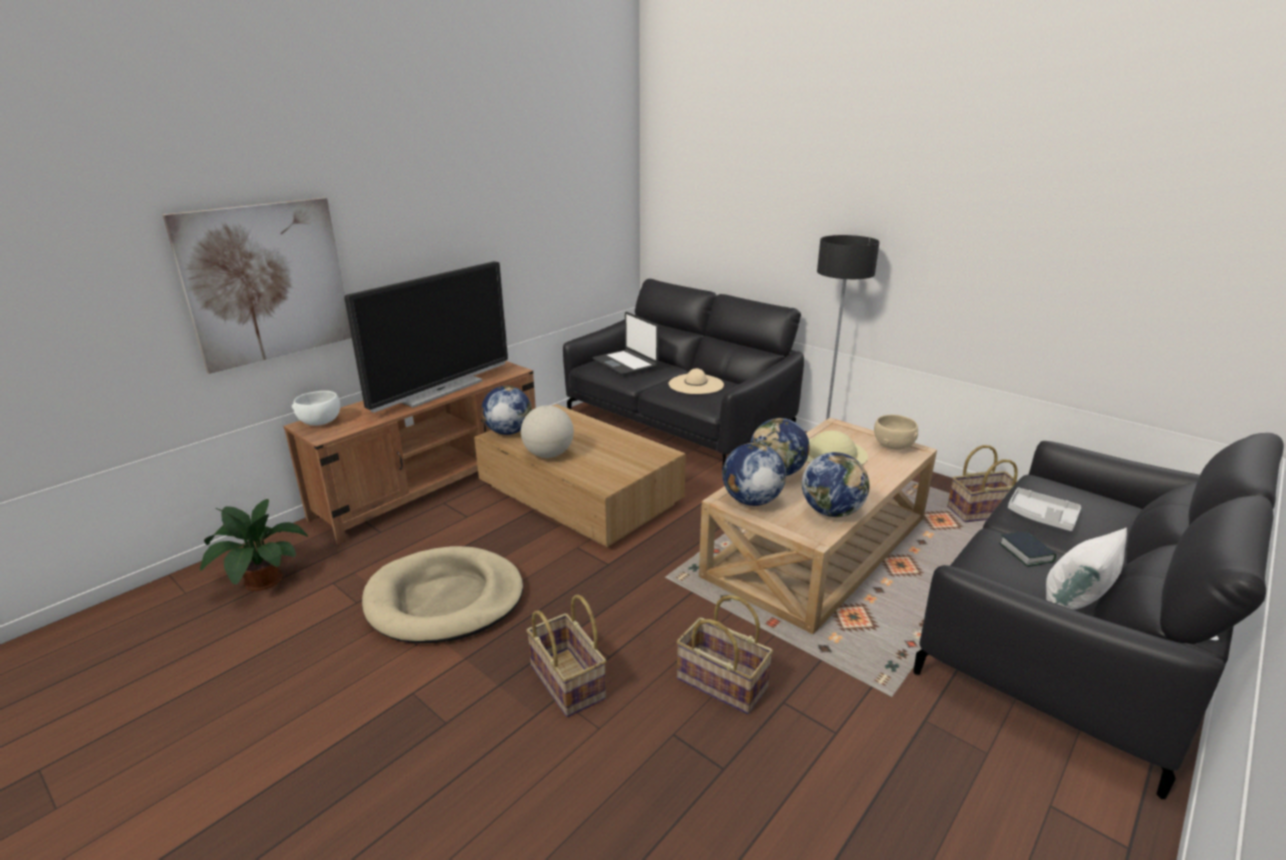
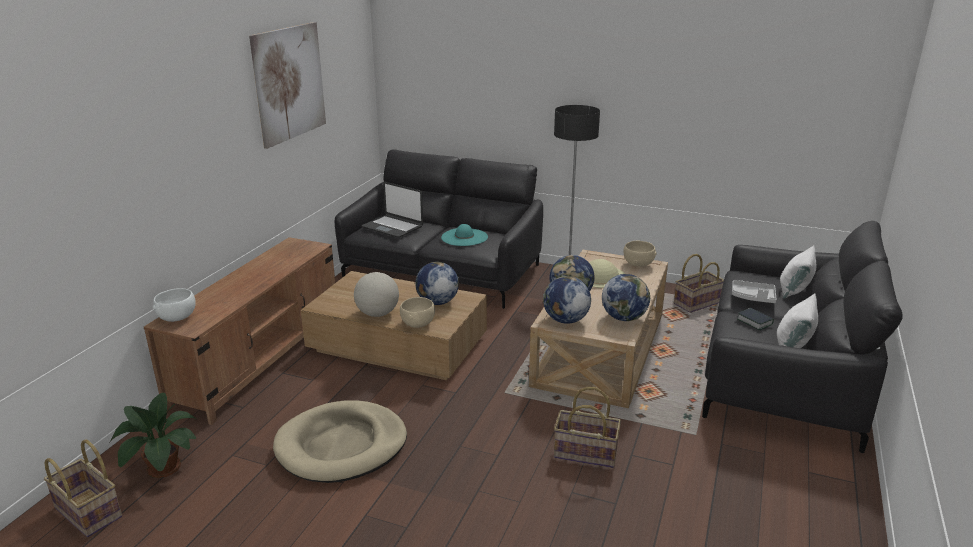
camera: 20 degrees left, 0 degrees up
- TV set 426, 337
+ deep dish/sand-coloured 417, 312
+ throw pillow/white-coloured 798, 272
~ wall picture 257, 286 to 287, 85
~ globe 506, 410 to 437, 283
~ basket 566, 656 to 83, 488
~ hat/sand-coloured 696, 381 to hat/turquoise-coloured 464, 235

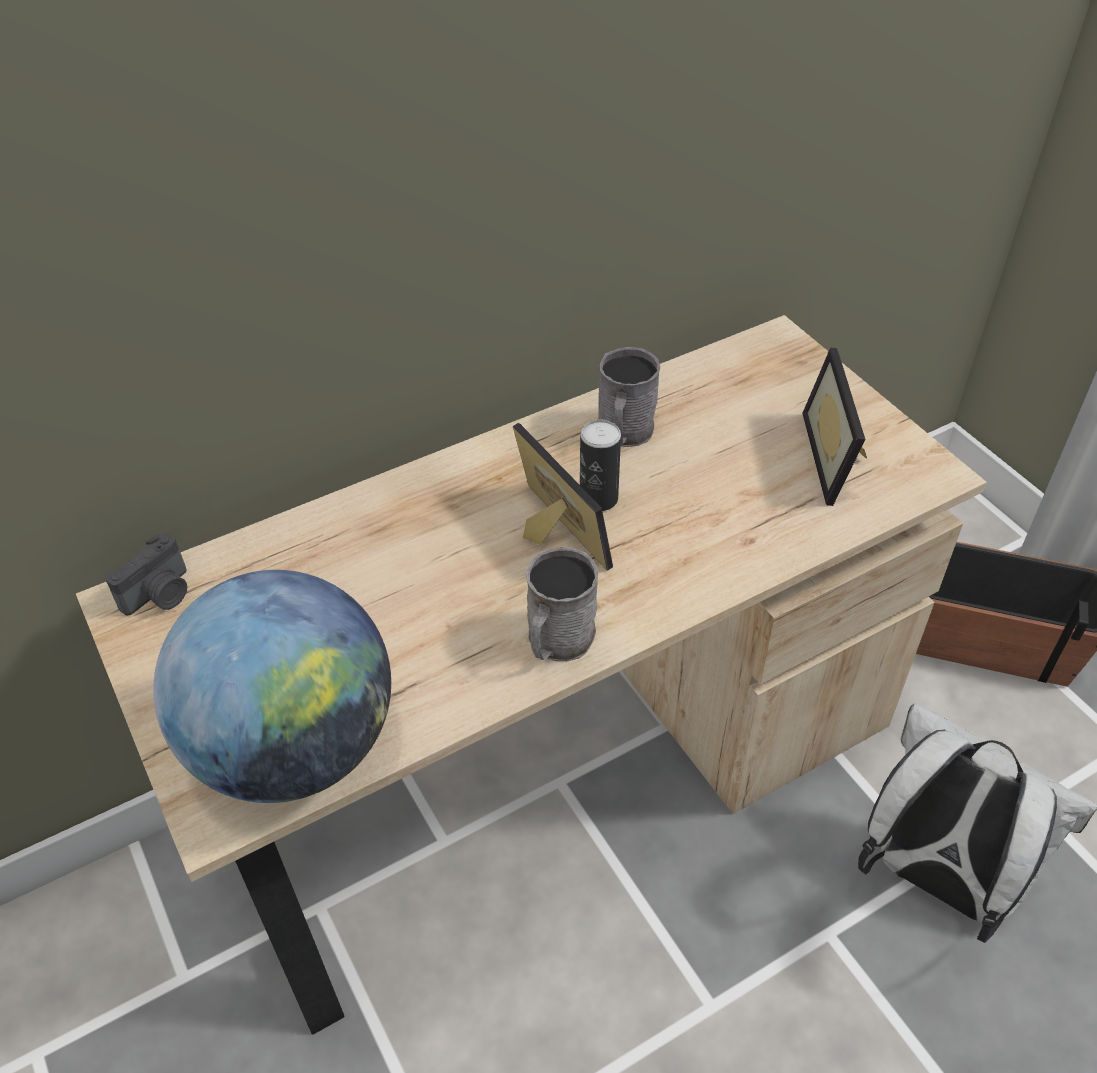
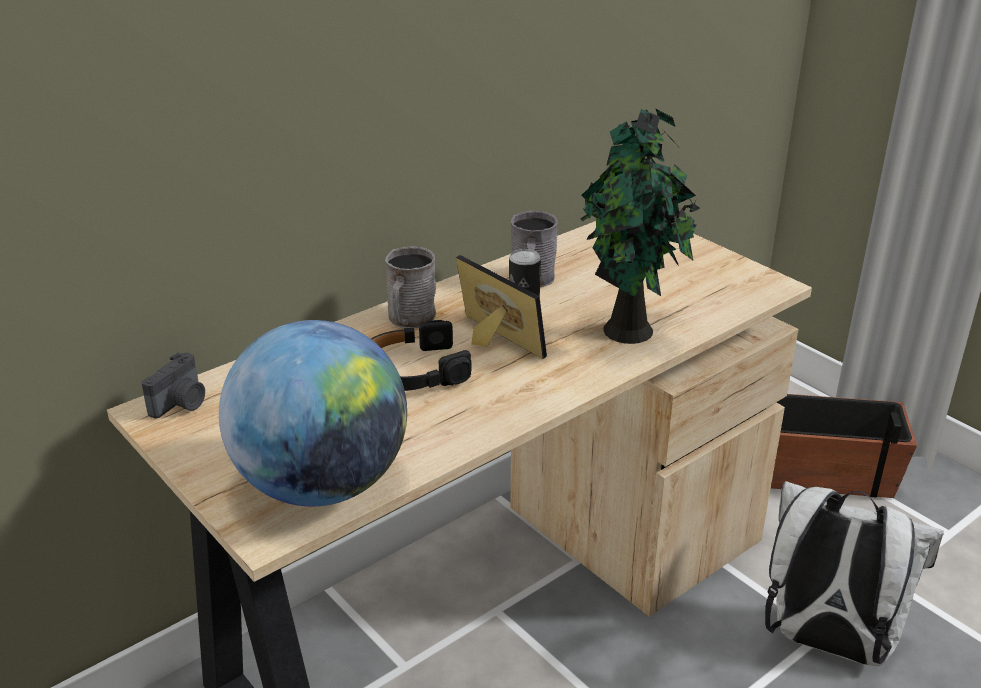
camera: 10 degrees left, 15 degrees down
- photo frame 834, 426
+ pair of headphones/black 421, 355
+ plant in a pot 640, 226
~ tea mug/grey 562, 604 to 410, 287

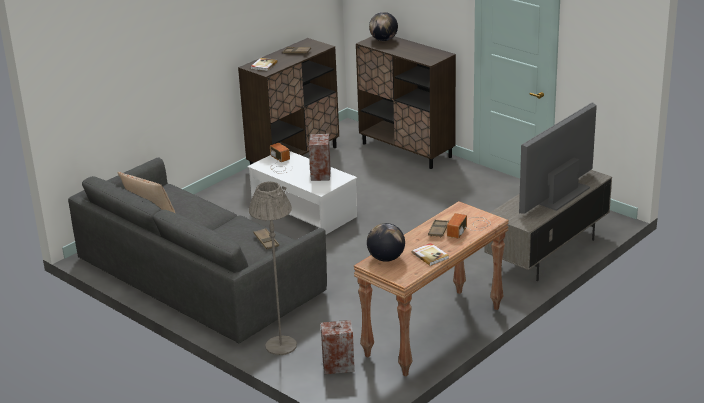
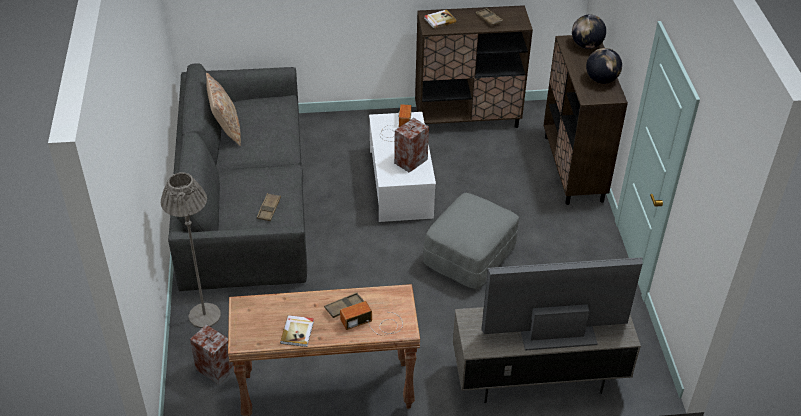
camera: 40 degrees right, 15 degrees up
+ pouffe/grey 471, 241
~ globe 386, 242 to 604, 66

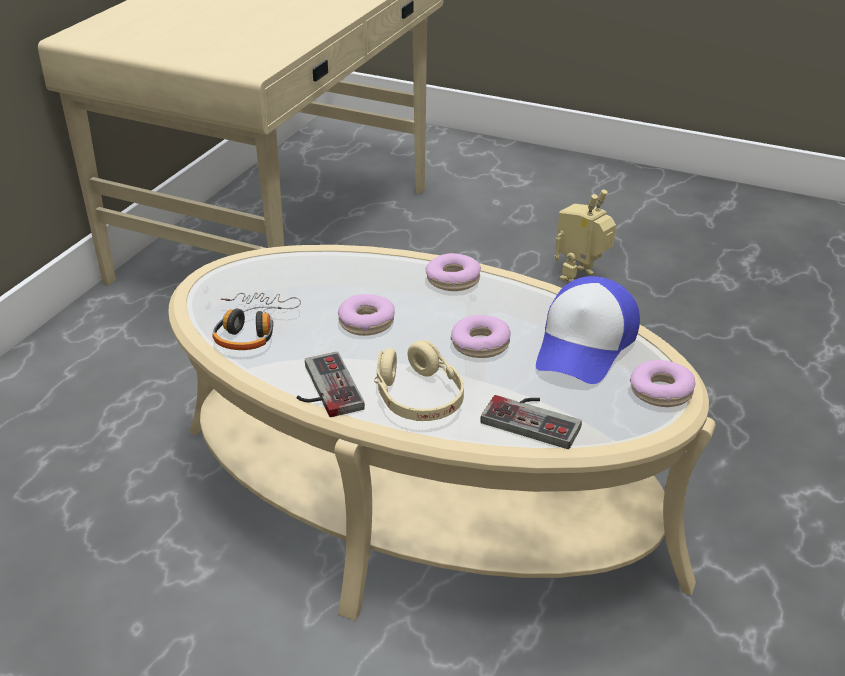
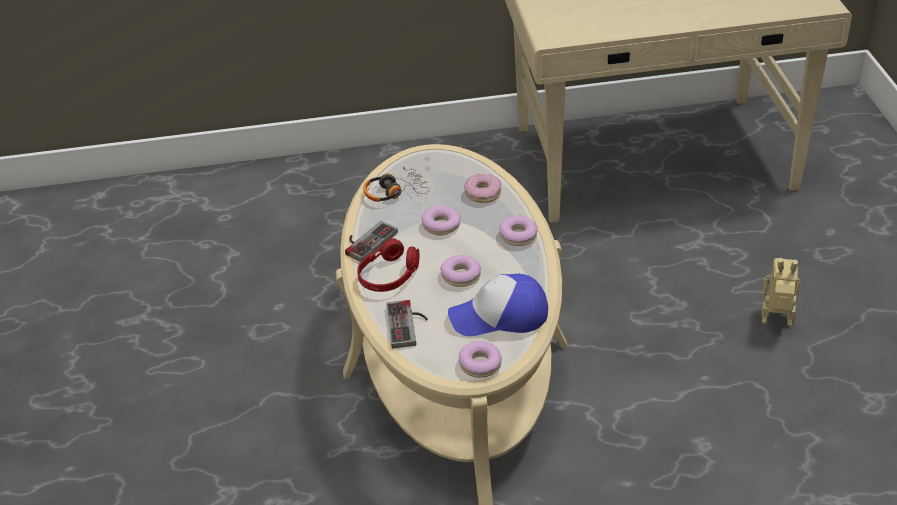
camera: 60 degrees right, 5 degrees up
+ donut 482, 188
~ pair of headphones/sand-coloured 419, 380 to pair of headphones/red 388, 265

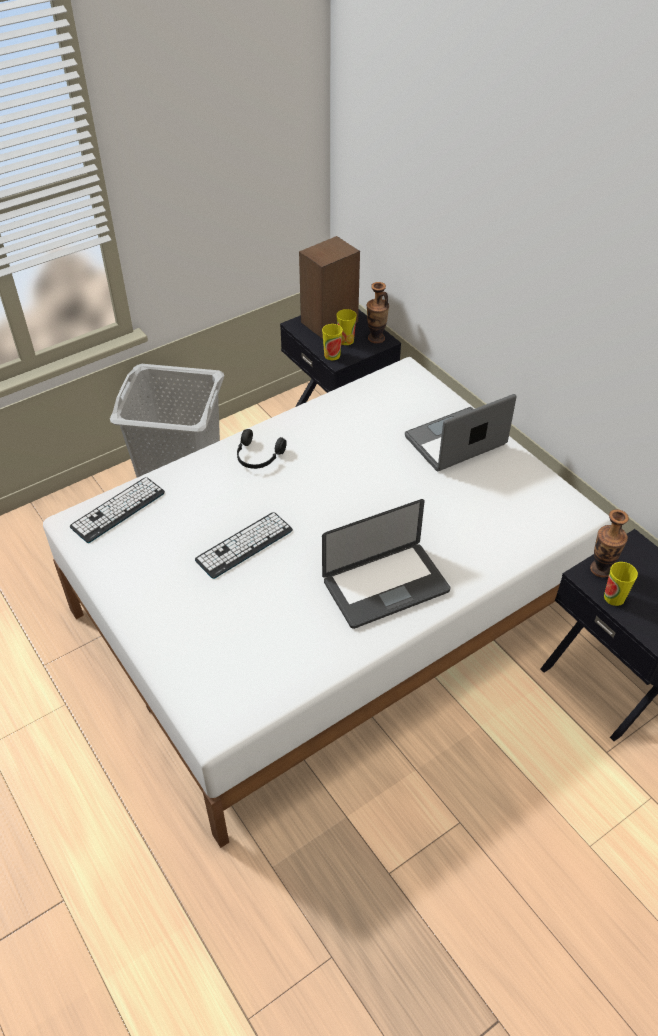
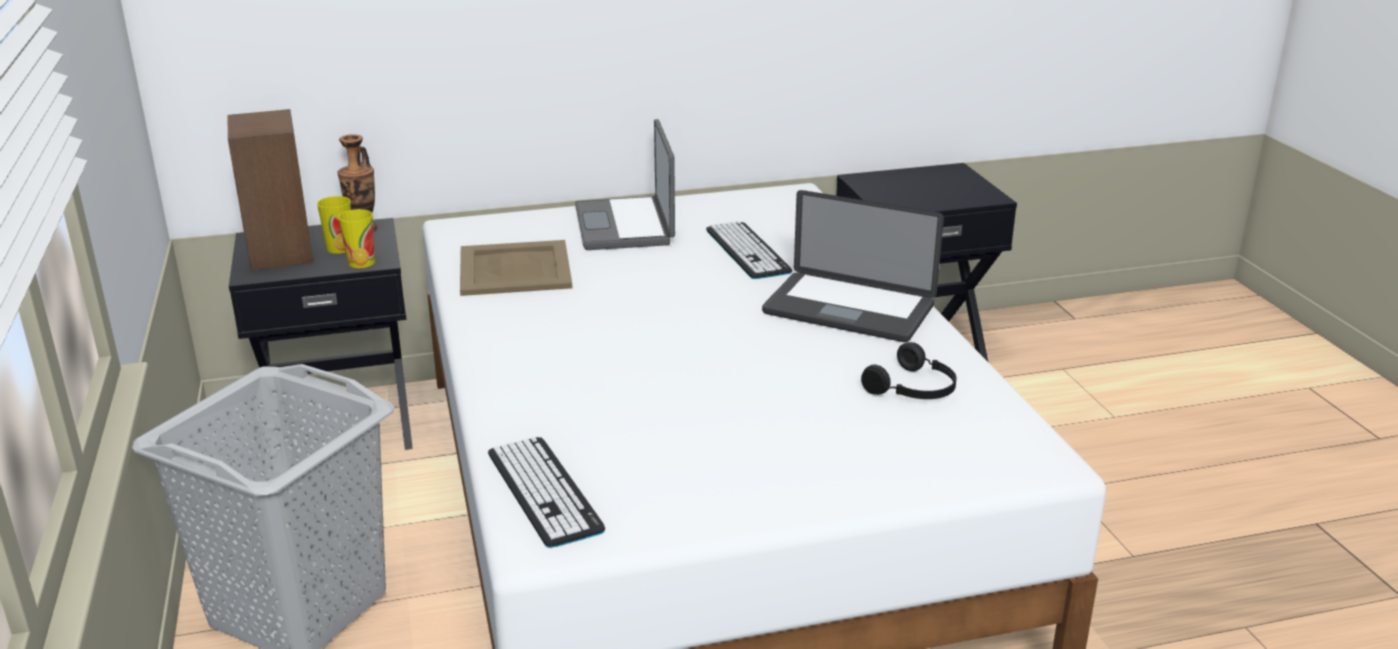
camera: 70 degrees left, 20 degrees down
- flower vase 609, 543
- cup 621, 584
+ carrying tray/sand-coloured 516, 268
~ computer keyboard 244, 545 to 749, 250
~ pair of headphones/black 262, 449 to 908, 370
~ notebook computer 386, 564 = 853, 266 120 degrees clockwise

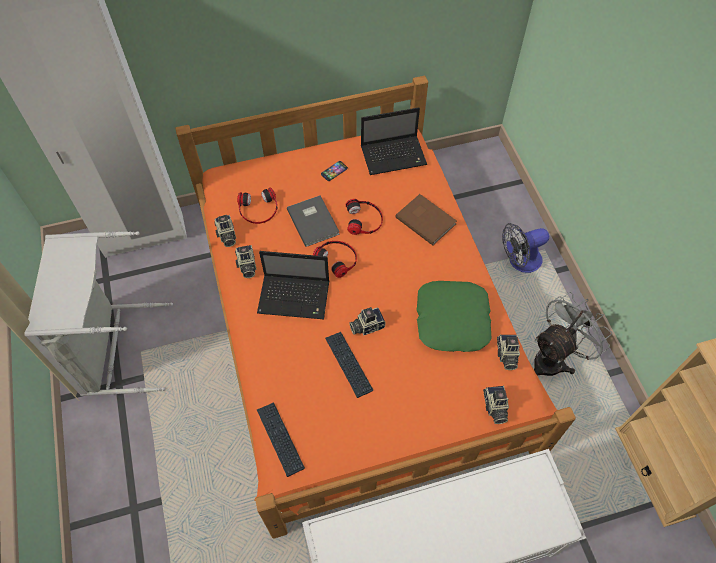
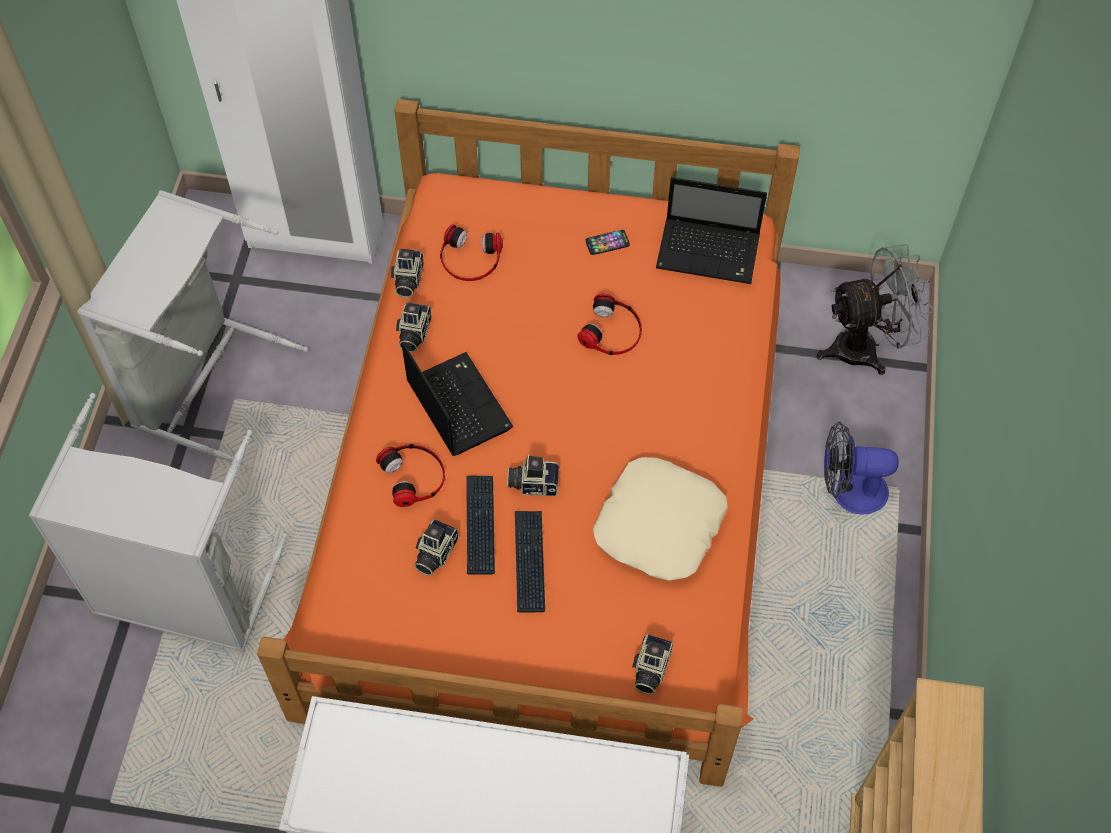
camera: 25 degrees right, 0 degrees up
- volume/grey 313, 221
- volume/brownish 426, 220
+ washing basket/grey 158, 522
~ computer keyboard 281, 439 to 530, 561
~ pair of headphones 335, 259 to 410, 475
~ still camera 508, 352 to 436, 547
~ electric fan/grey 573, 334 to 875, 309
~ throw pillow/green 454, 316 to throw pillow/sand-coloured 660, 519
~ notebook computer 293, 285 = 457, 399 150 degrees counterclockwise

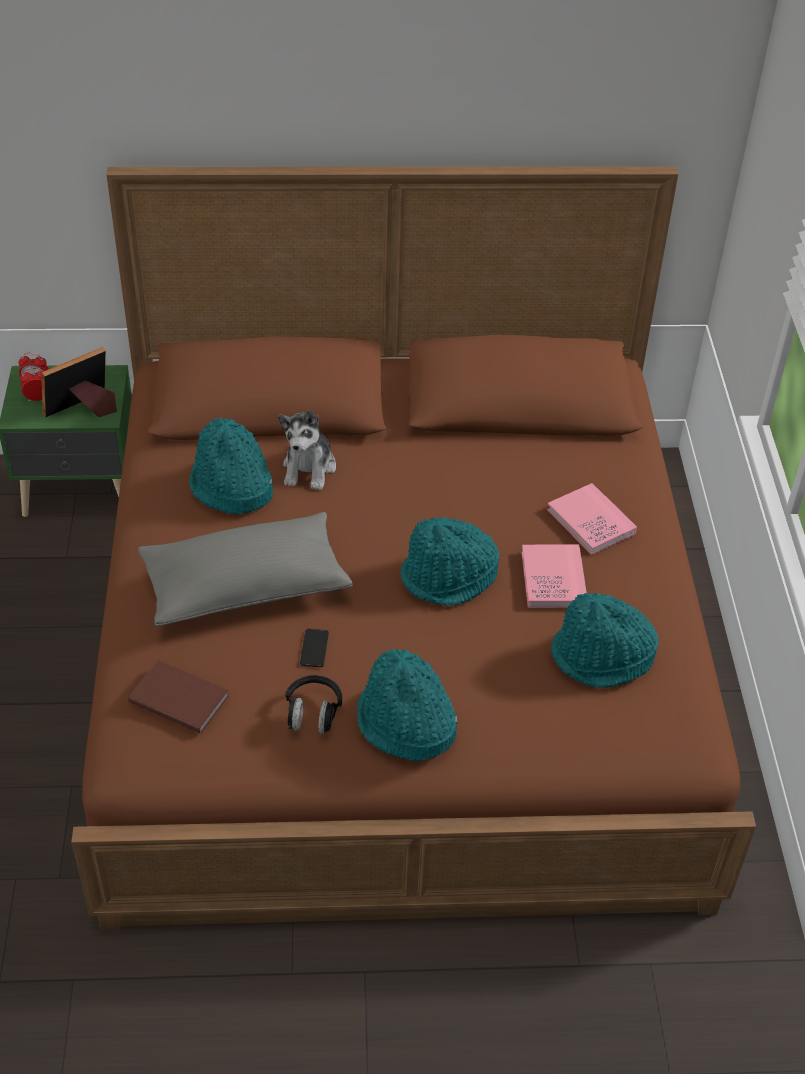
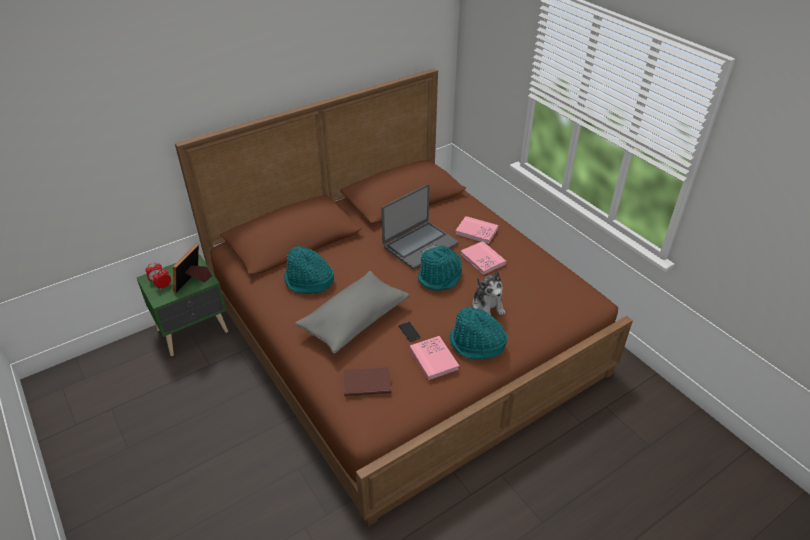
camera: 30 degrees left, 5 degrees down
- hat/turquoise-coloured 605, 640
+ notebook computer 419, 226
~ cuddly toy 307, 450 to 488, 294
~ pair of headphones/black 314, 704 to volume/pinkish 434, 358

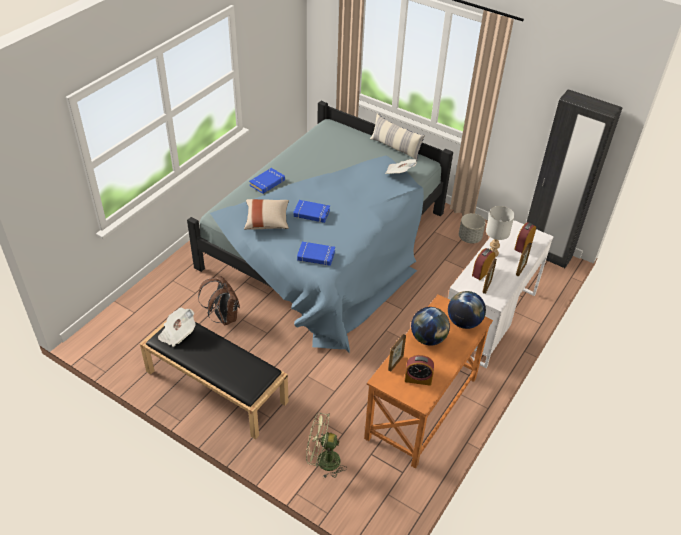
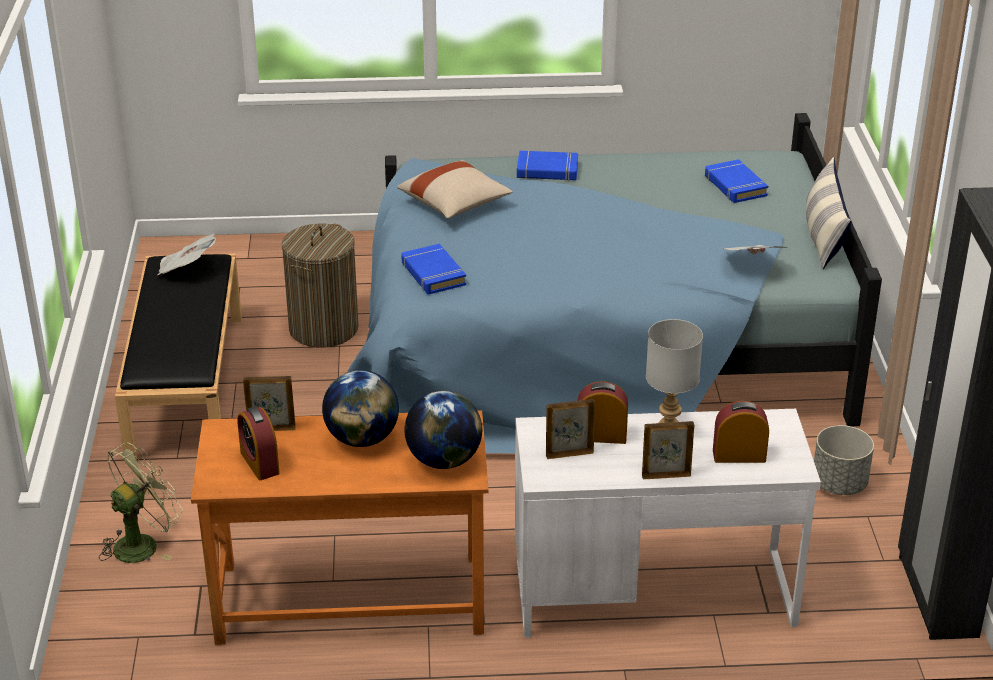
camera: 55 degrees right, 10 degrees down
~ volume/blue-coloured 312, 211 to 736, 181
~ knapsack/brownish 219, 300 to washing basket 320, 286
~ electric fan/green 326, 445 = 141, 502 75 degrees clockwise

